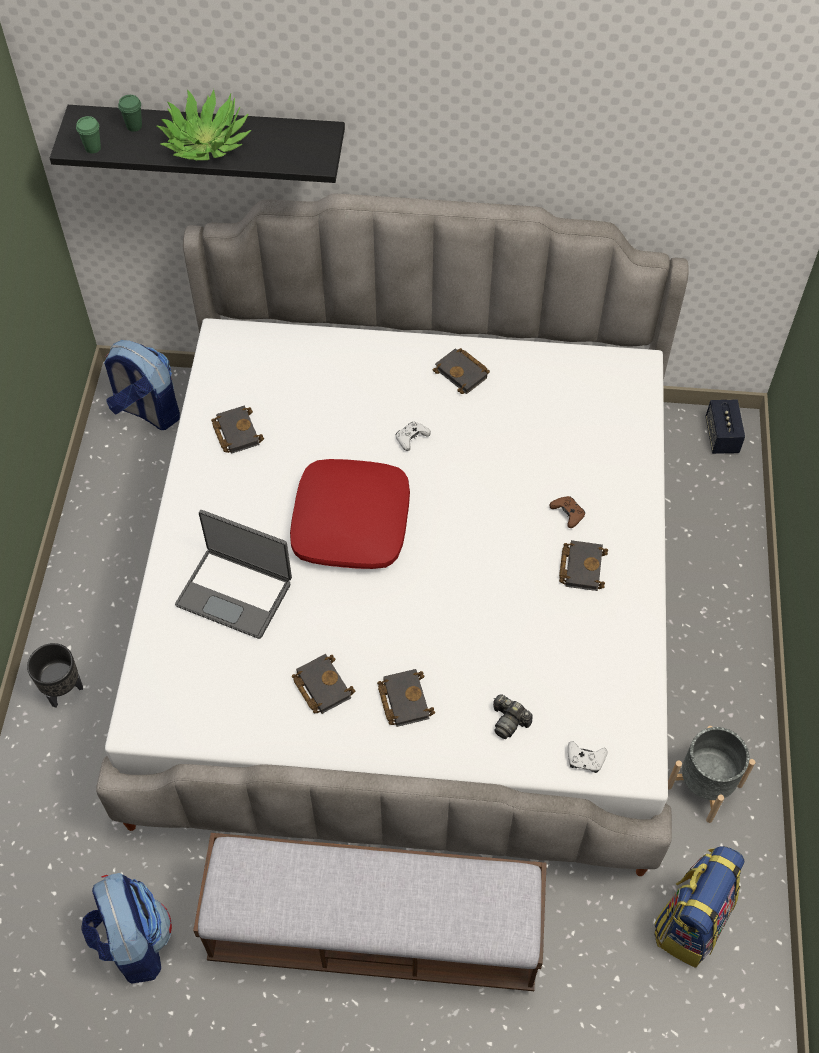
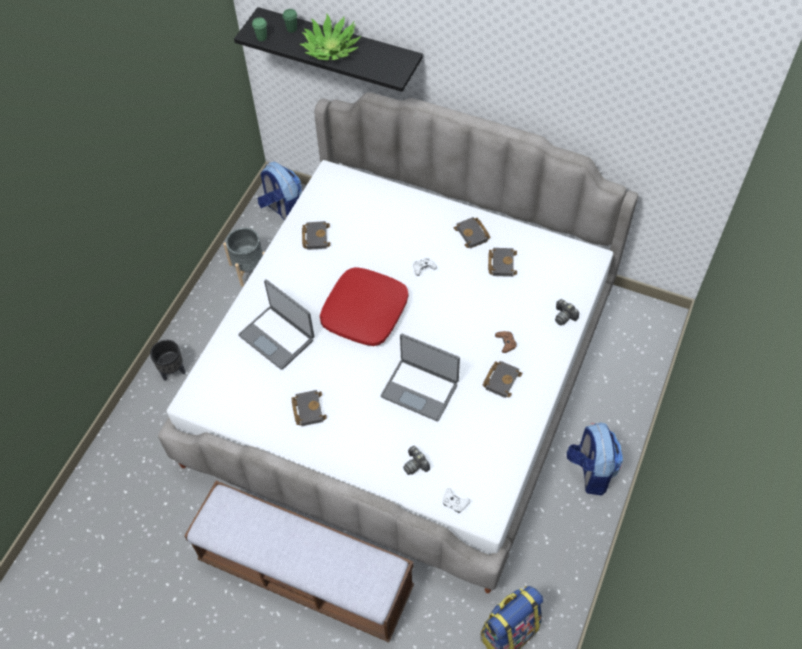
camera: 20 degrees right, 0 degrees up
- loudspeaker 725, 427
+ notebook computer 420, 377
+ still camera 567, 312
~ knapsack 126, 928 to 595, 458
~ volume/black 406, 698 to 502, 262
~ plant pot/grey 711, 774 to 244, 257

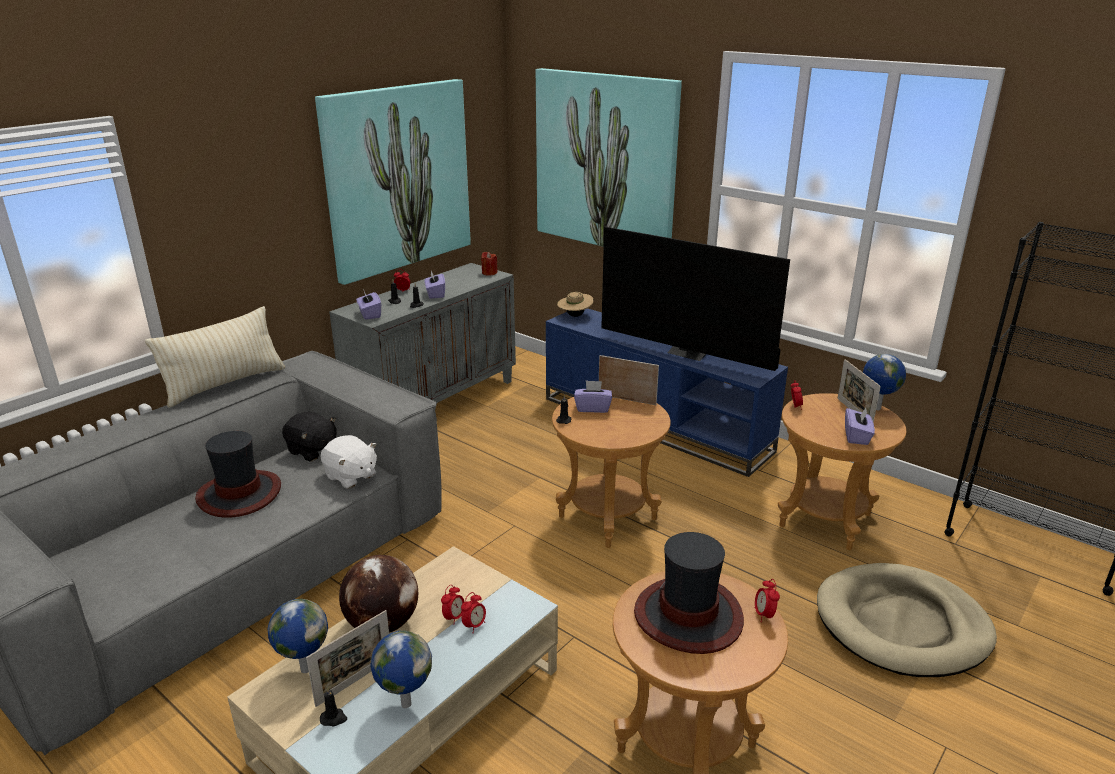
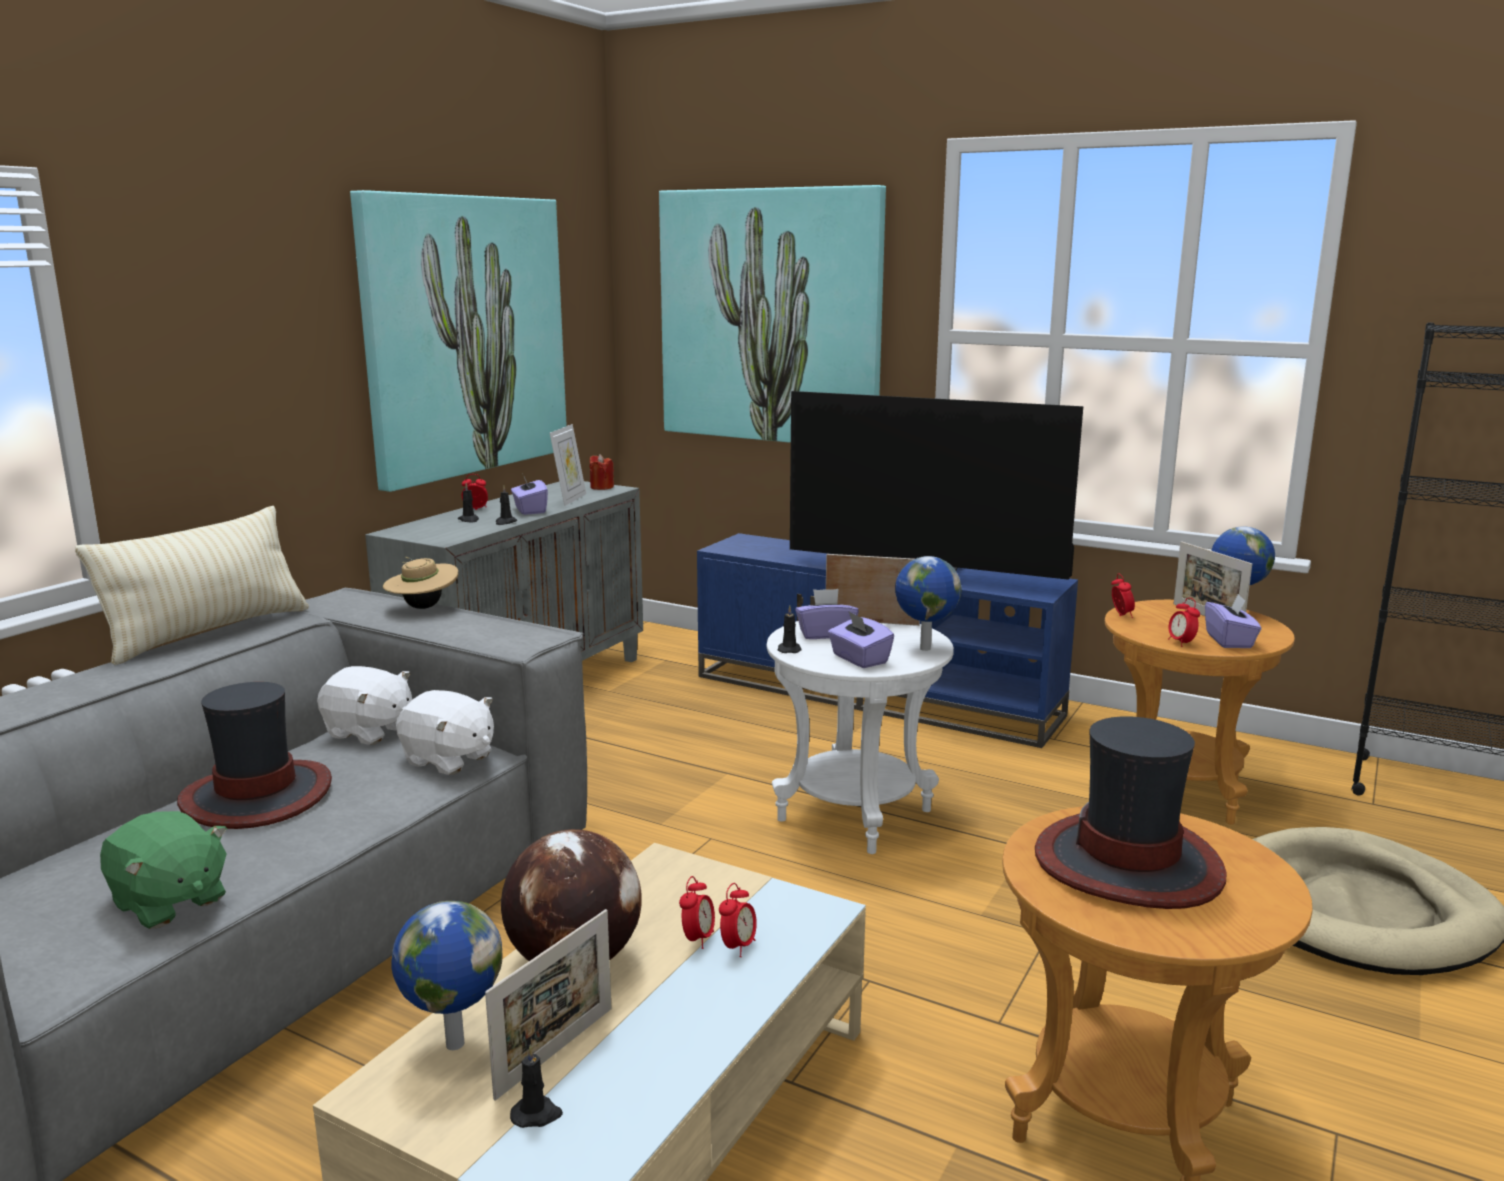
camera: 10 degrees left, 10 degrees down
+ cuddly toy/green 163, 870
+ photo frame 568, 465
~ tissue box/purple 368, 304 to 861, 639
~ globe 401, 669 to 928, 603
~ hat/sand-coloured 575, 303 to 420, 583
~ bedside clock 767, 600 to 1184, 622
~ cuddly toy/black 309, 436 to cuddly toy/white-coloured 364, 705
~ end table/brownish 611, 472 to end table/white-coloured 860, 737

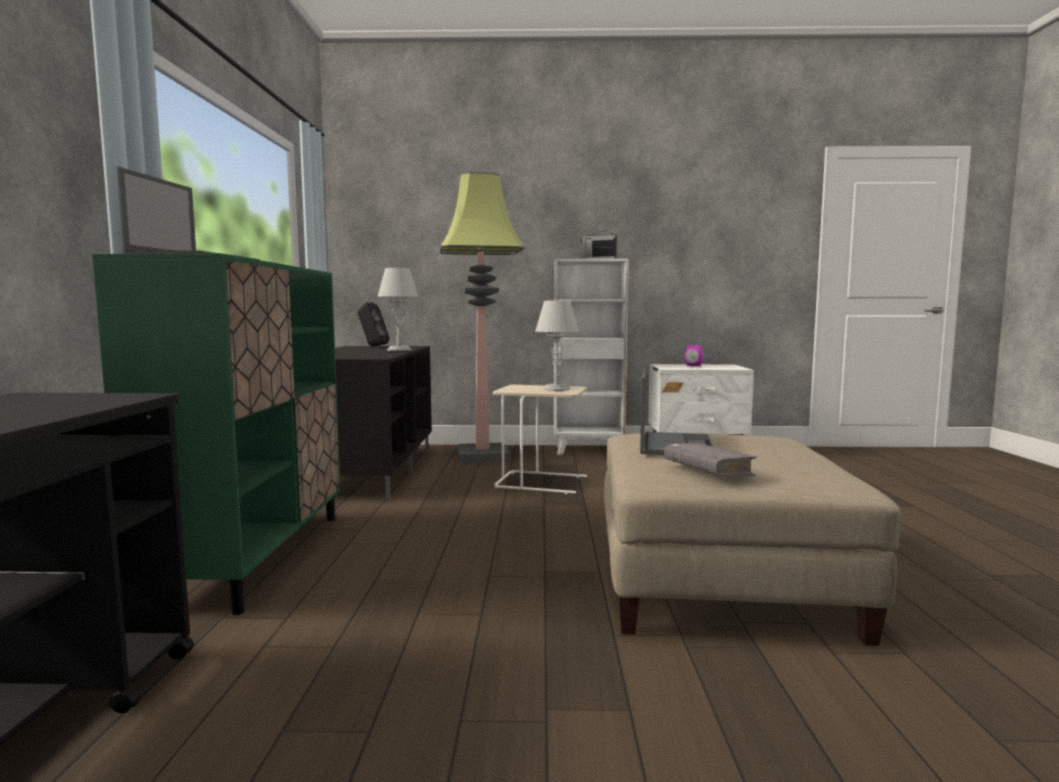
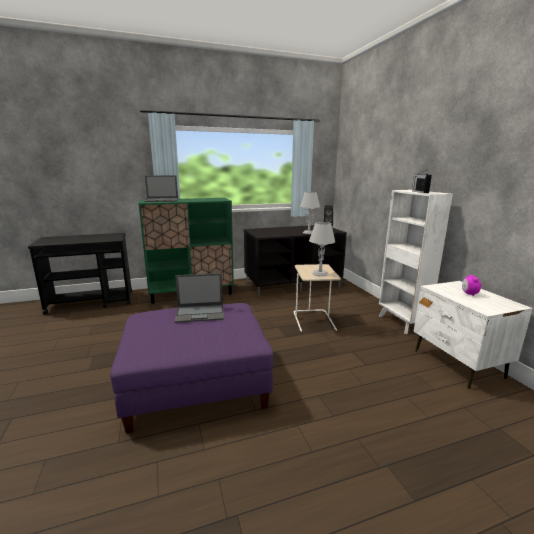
camera: 70 degrees right, 10 degrees up
- standard lamp 482, 317
- volume/grey 710, 459
~ pouffe/sand-coloured 752, 539 to pouffe/purple 191, 368

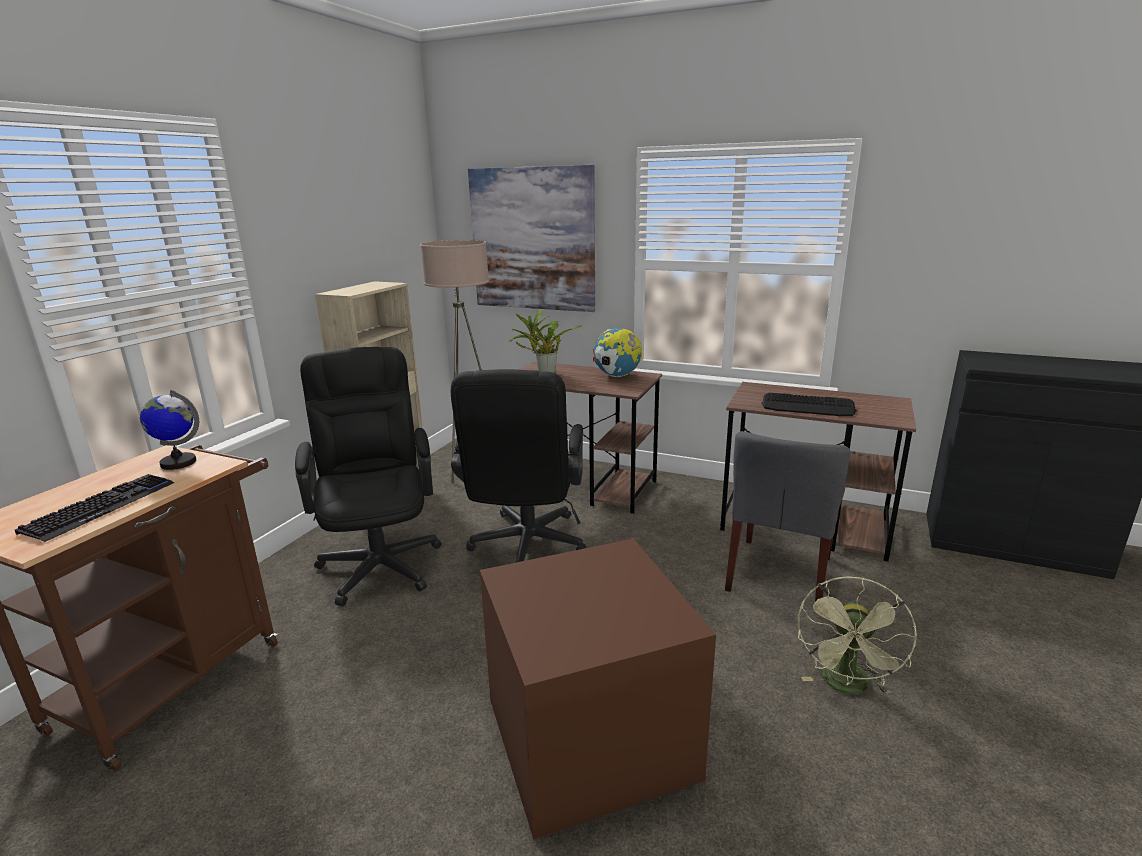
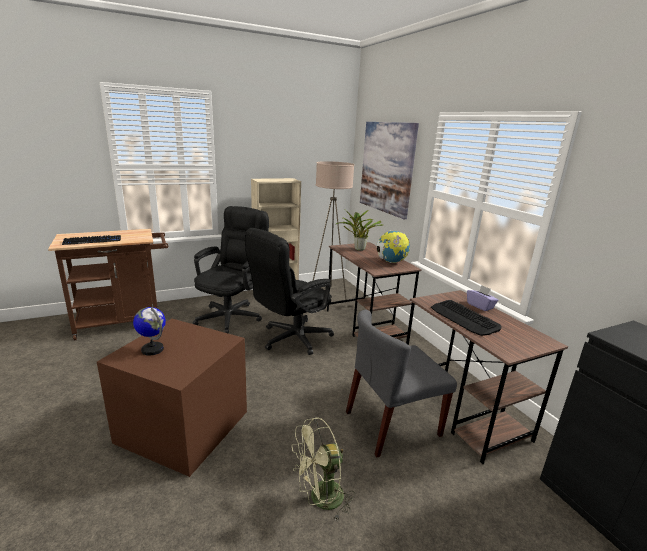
camera: 40 degrees right, 0 degrees up
+ tissue box/purple 482, 298
~ globe 169, 430 to 149, 331

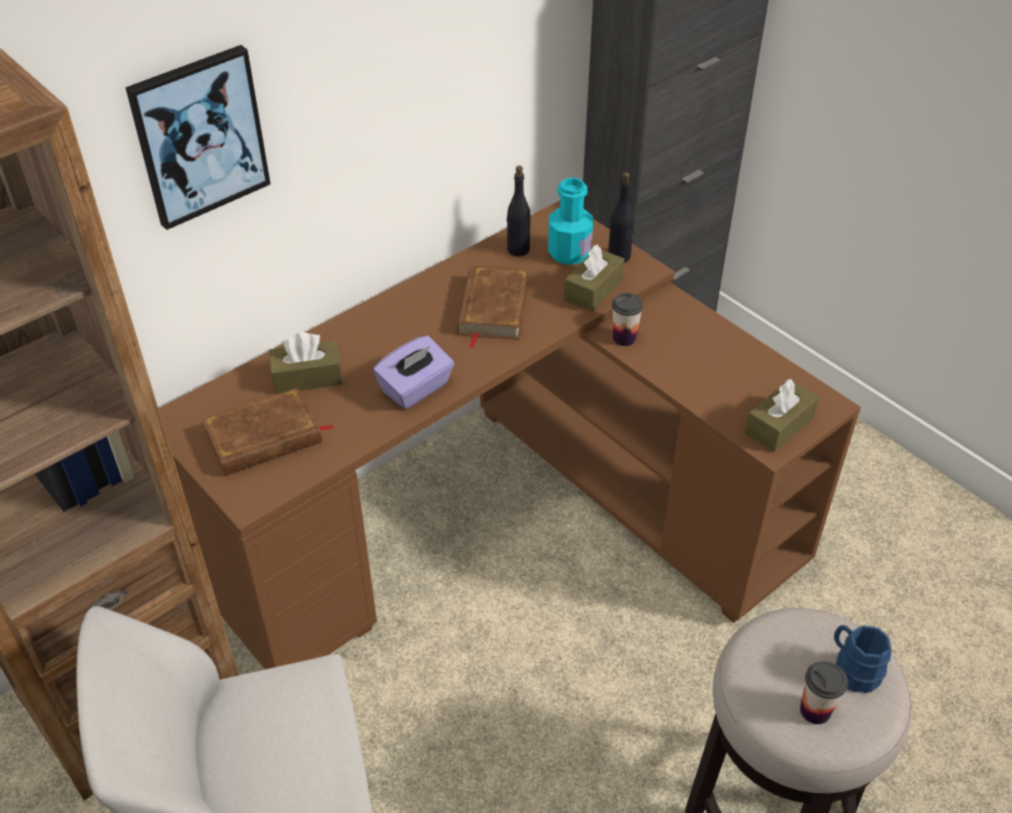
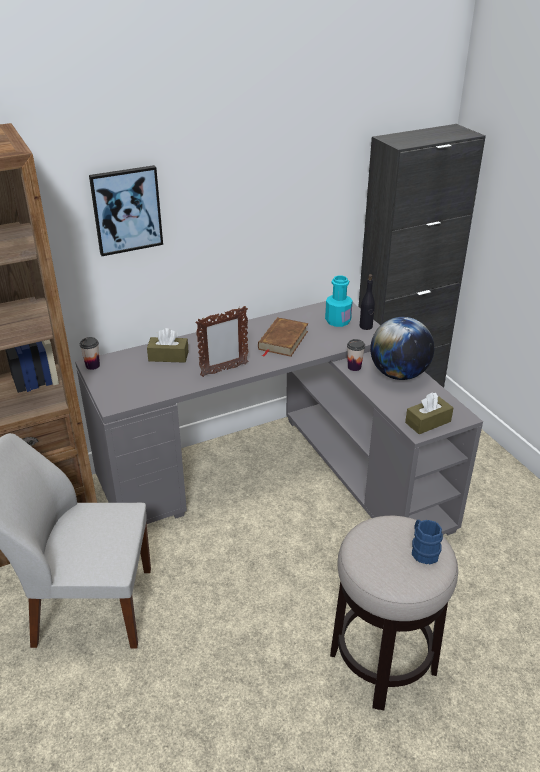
camera: 15 degrees right, 10 degrees down
- volume/brownish 267, 432
- drink bottle/black 518, 211
- tissue box/brownish 594, 278
+ globe 402, 348
~ cup 824, 692 to 90, 353
~ tissue box/purple 413, 372 to photo frame 222, 341
~ desk/brownish 509, 435 to desk/grey 279, 418

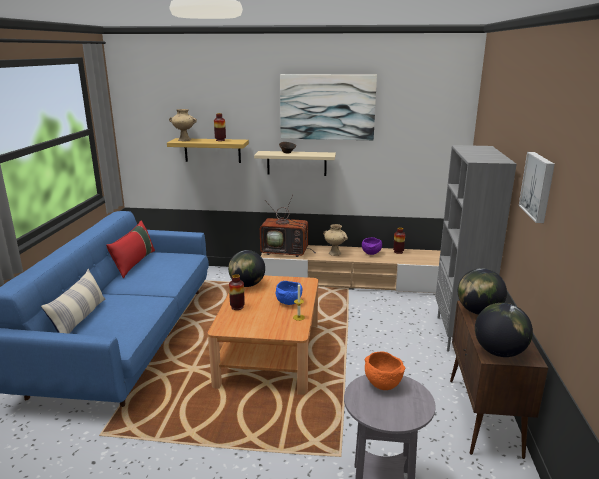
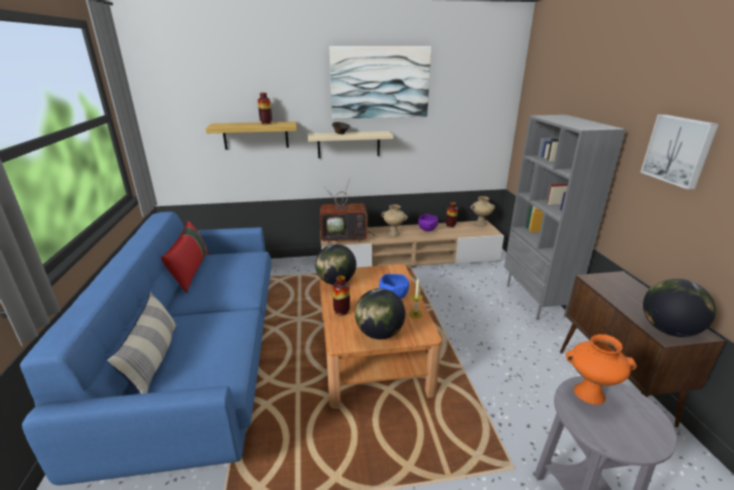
camera: 15 degrees left, 5 degrees up
~ flower vase/sand-coloured 183, 125 to 482, 211
~ globe 482, 291 to 380, 313
~ deep dish/orangey 384, 371 to flower vase/orangey 601, 369

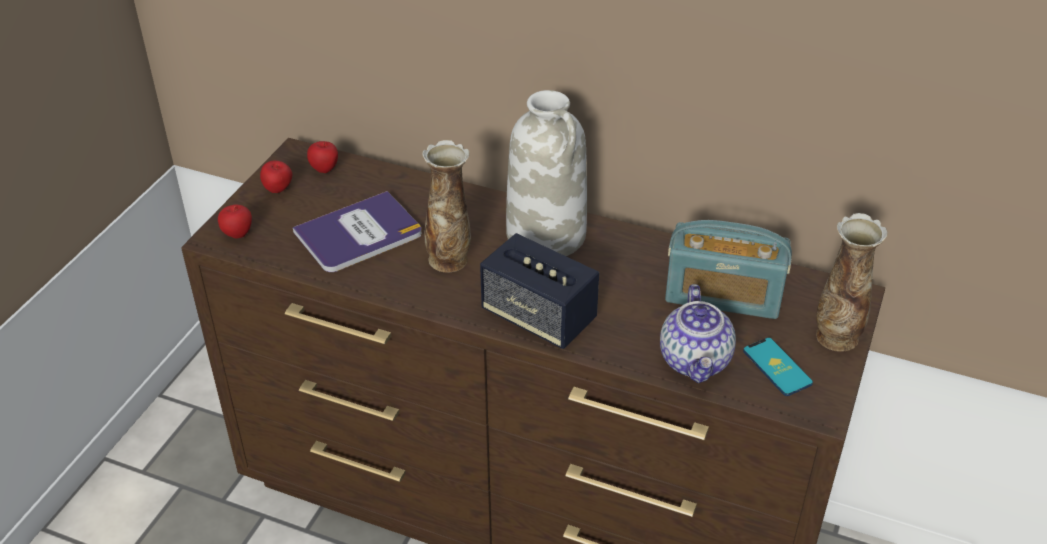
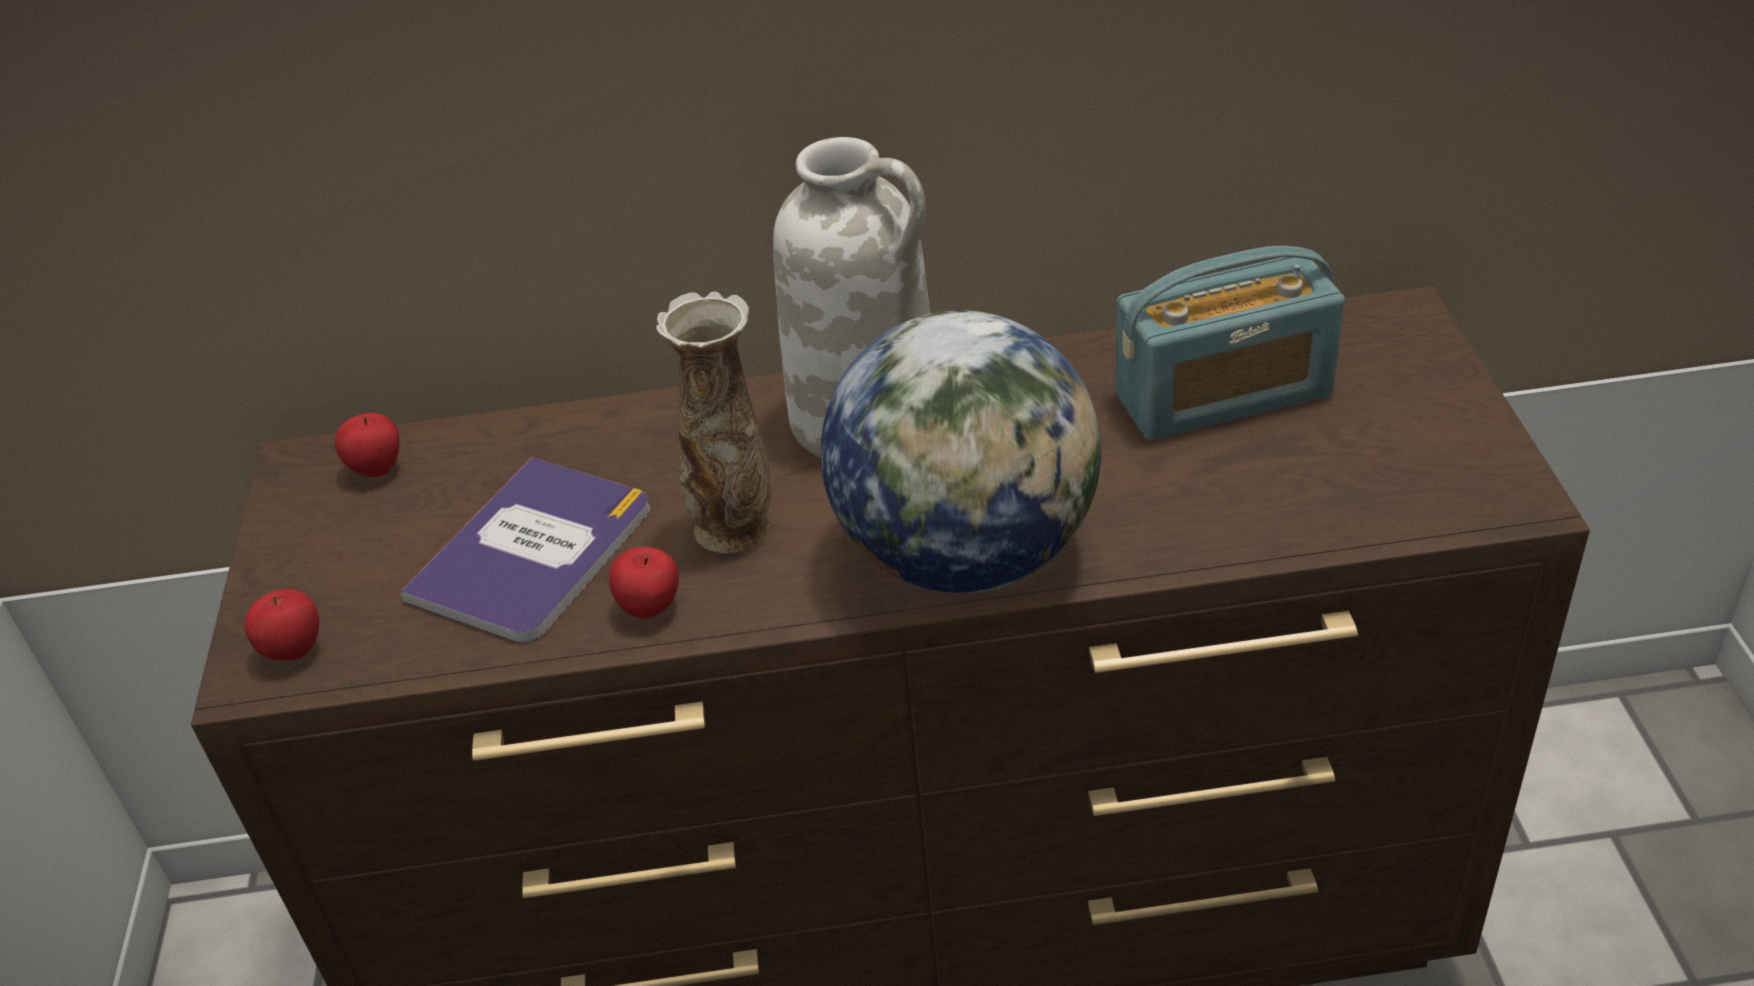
camera: 25 degrees left, 0 degrees up
- pot for tea 698, 333
- phone 778, 366
- flower vase 852, 282
~ whole apple 276, 177 to 644, 583
~ loudspeaker 539, 291 to globe 960, 451

